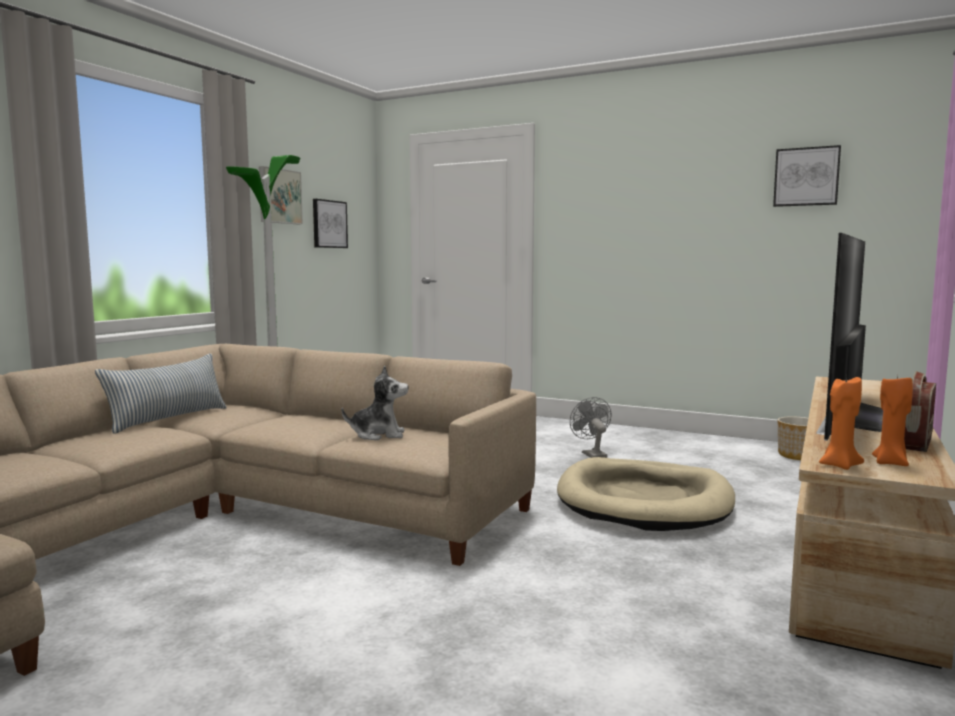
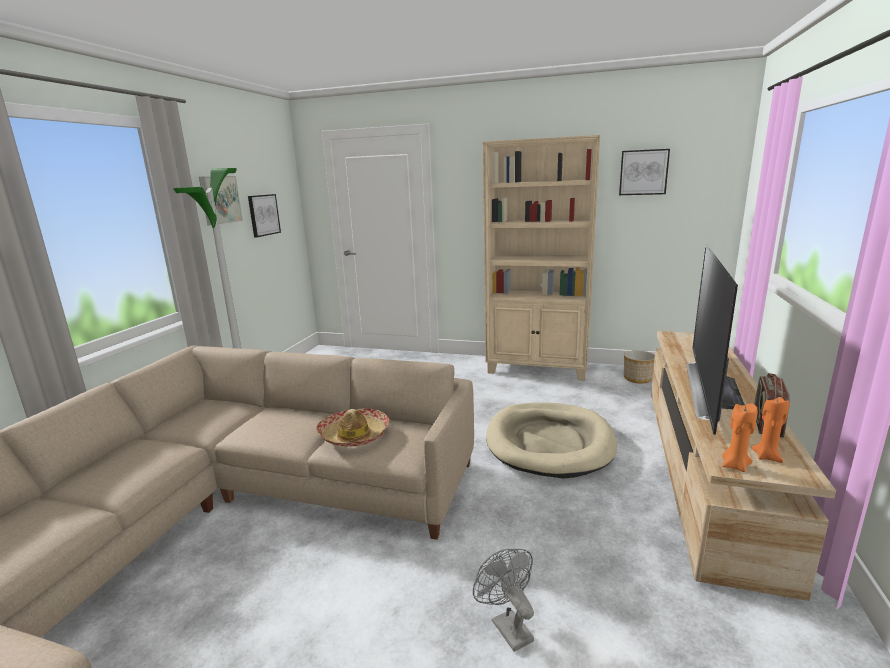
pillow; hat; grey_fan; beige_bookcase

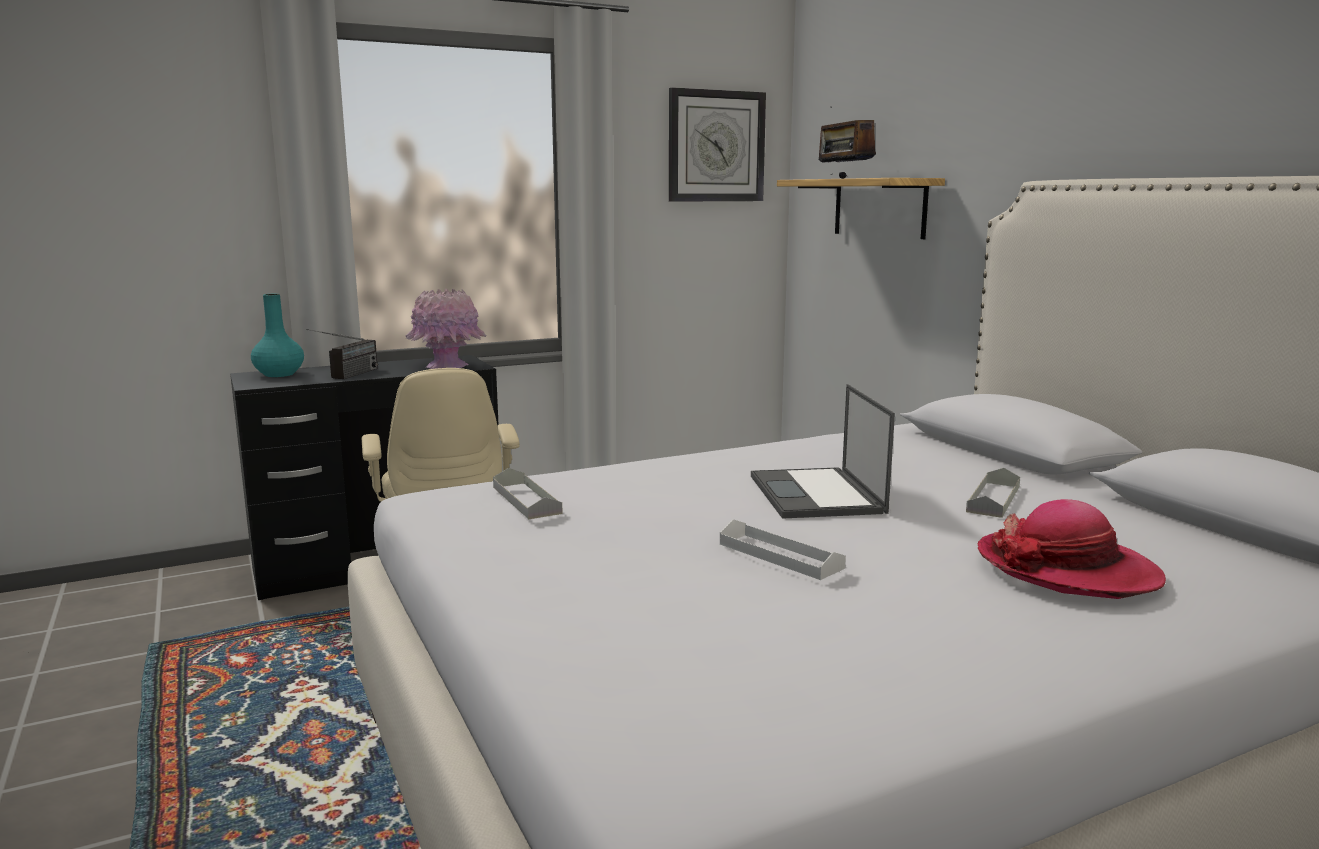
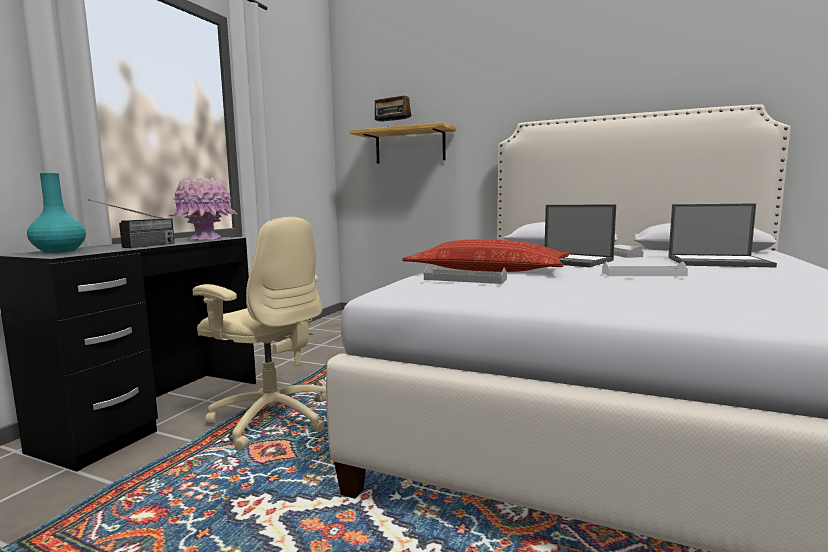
wall_clock; radio (1st from left); laptop (2nd from left); pillow

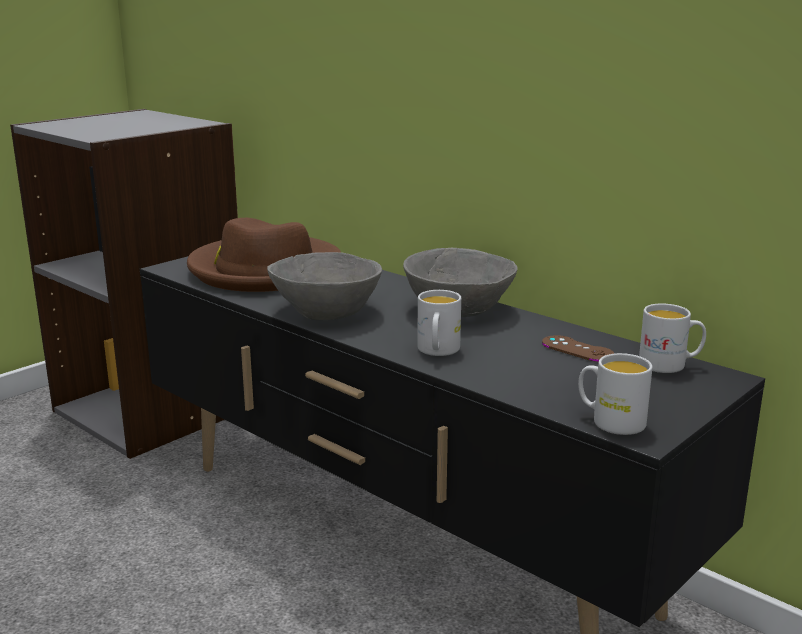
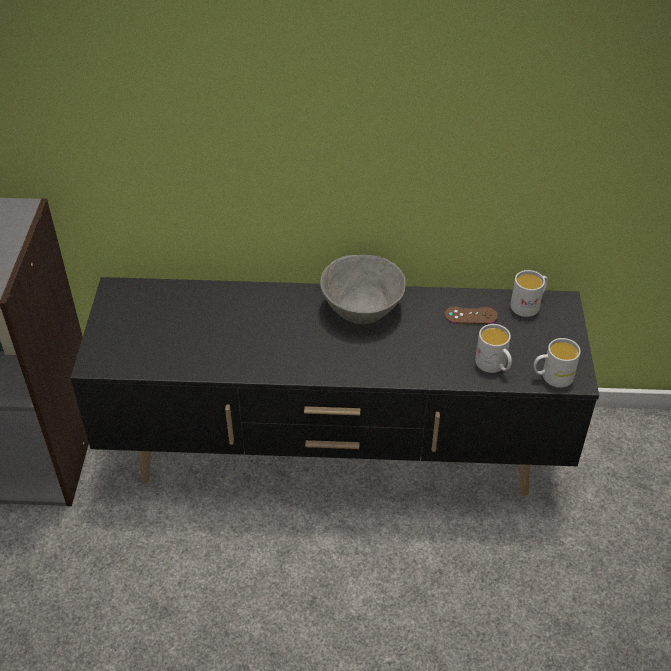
brown_hat; grey_bowl (1st from left in the first image); white_mug (1st from left)

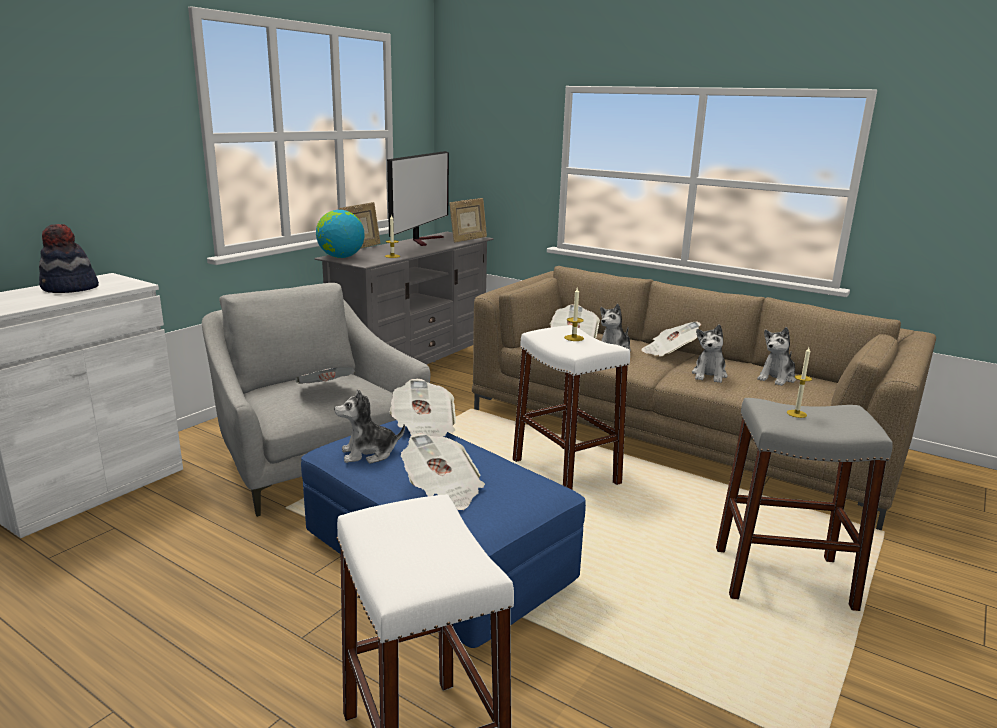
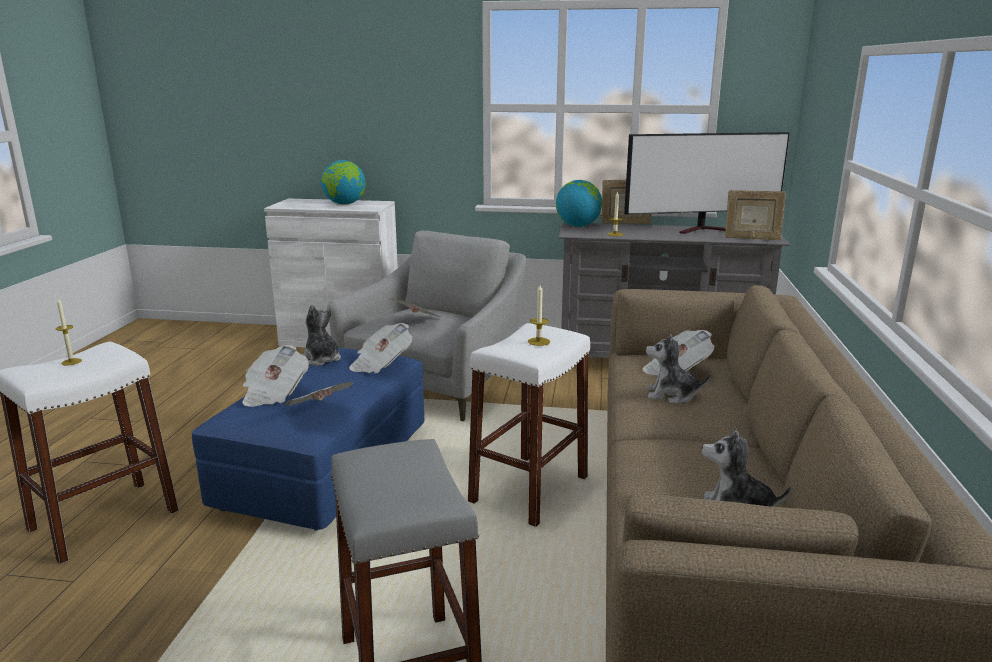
globe (1st from left); newspaper (2nd from left); plush_toy (3rd from left in the first image); candle (1st from left)

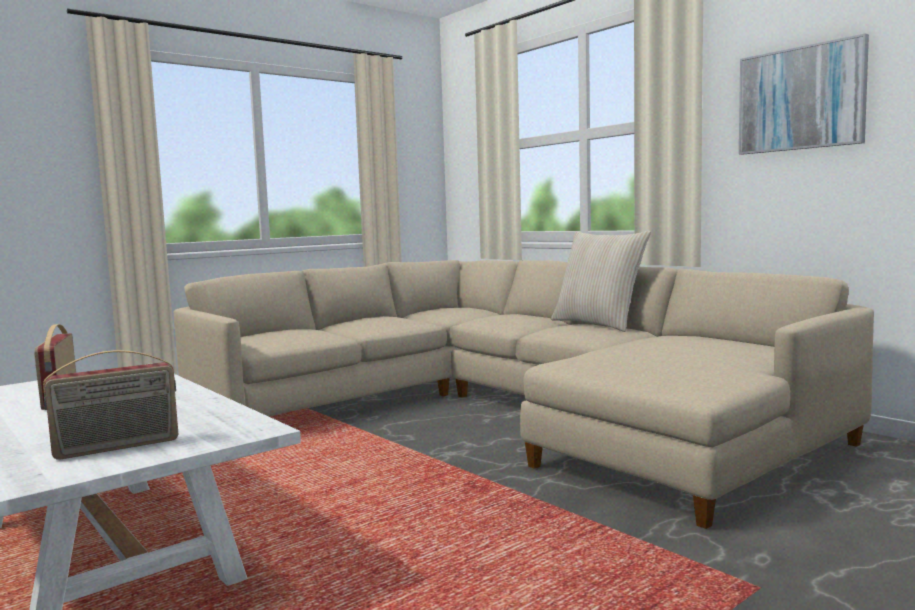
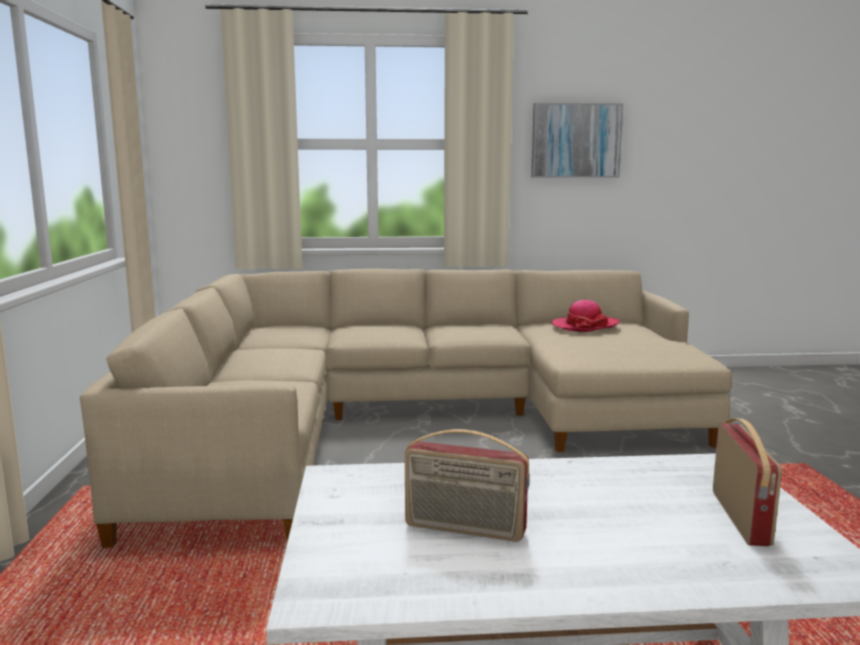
beige_pillow; hat

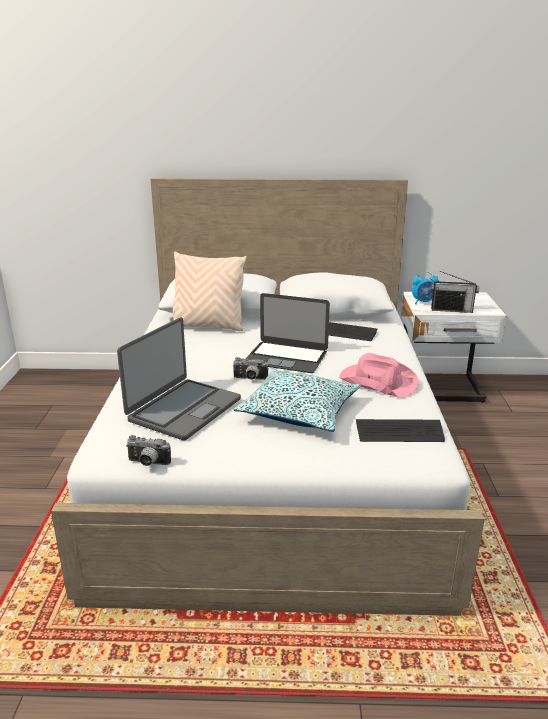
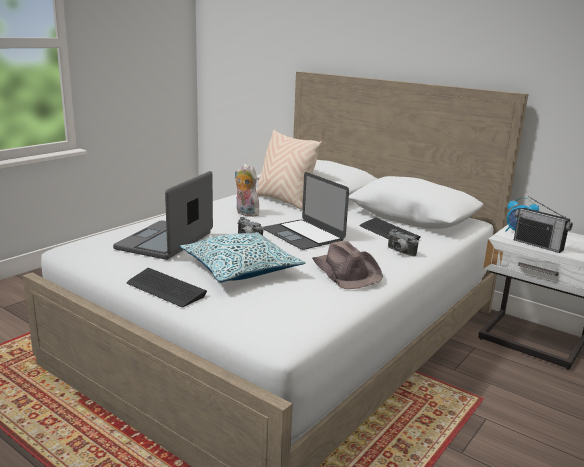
laptop (1st from left); brown_hat; keyboard (1st from left); photo_camera (2nd from left); plush_toy

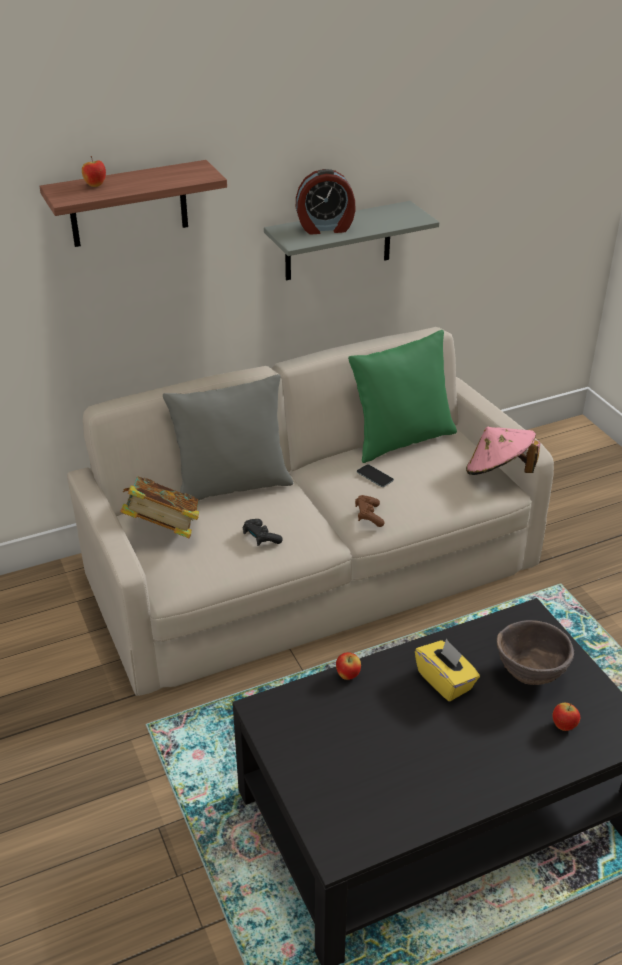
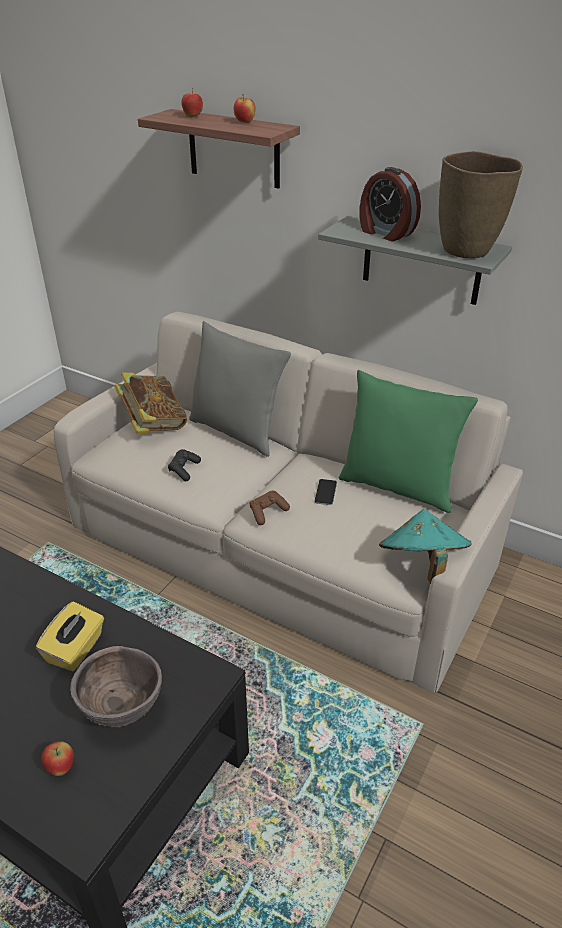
turquoise_hat; apple (3rd from left); brown_vase

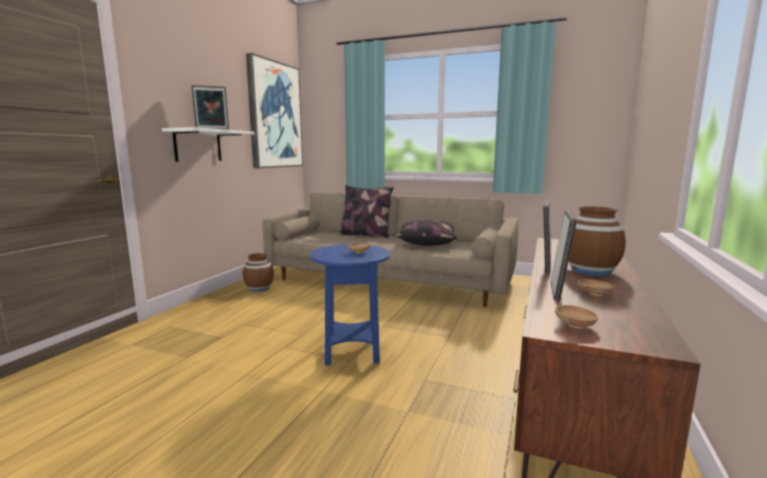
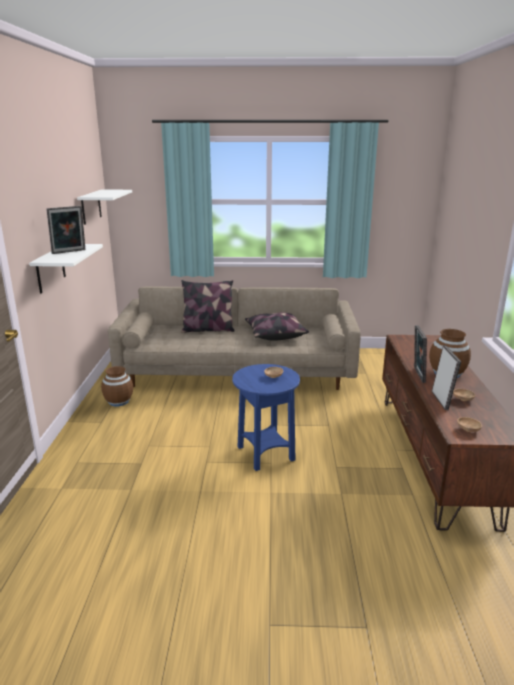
white_shelf (2nd from left)

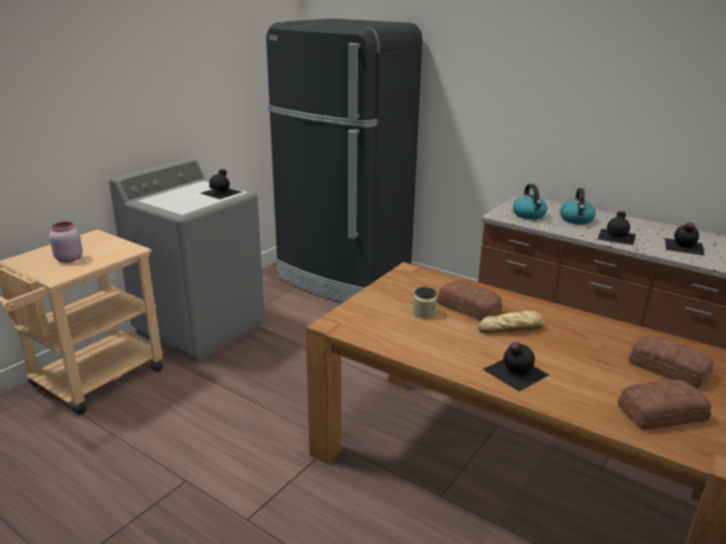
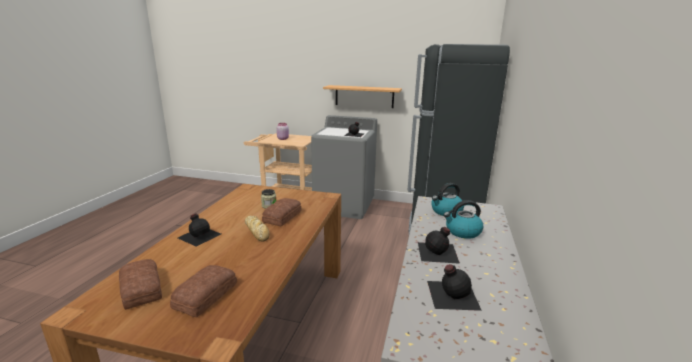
shelf

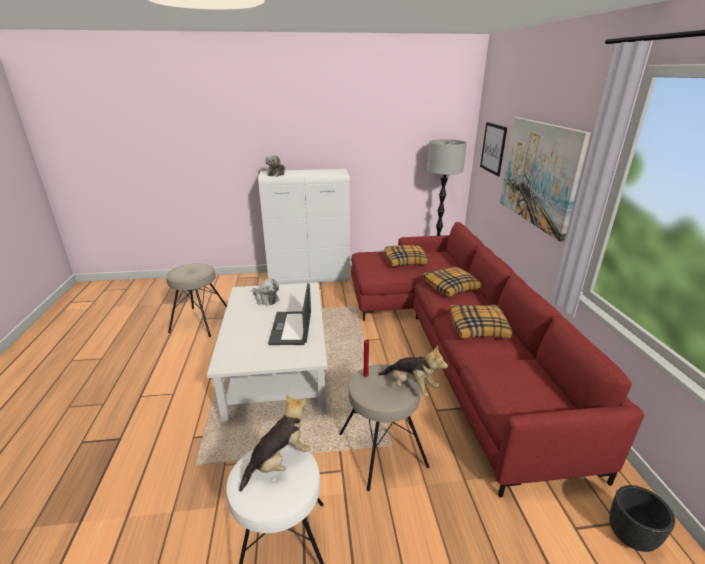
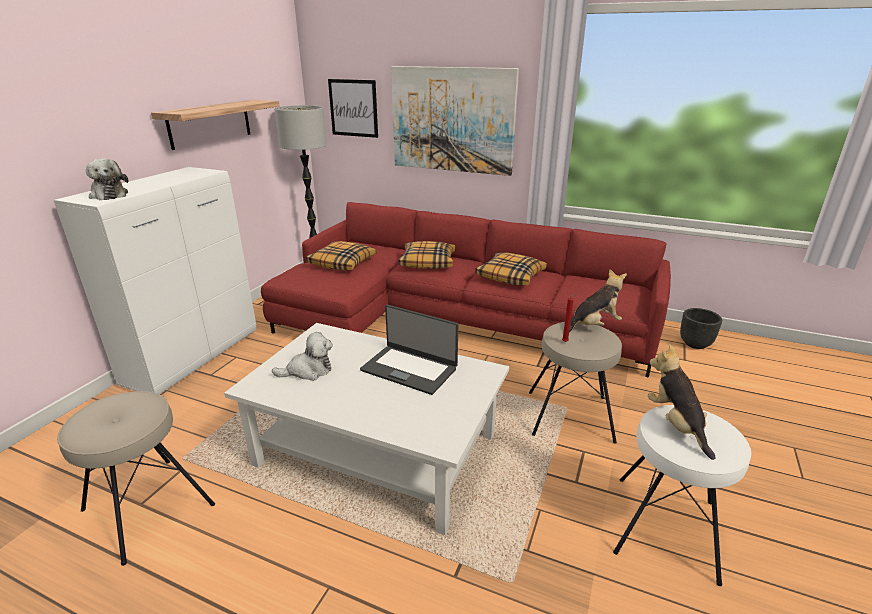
shelf

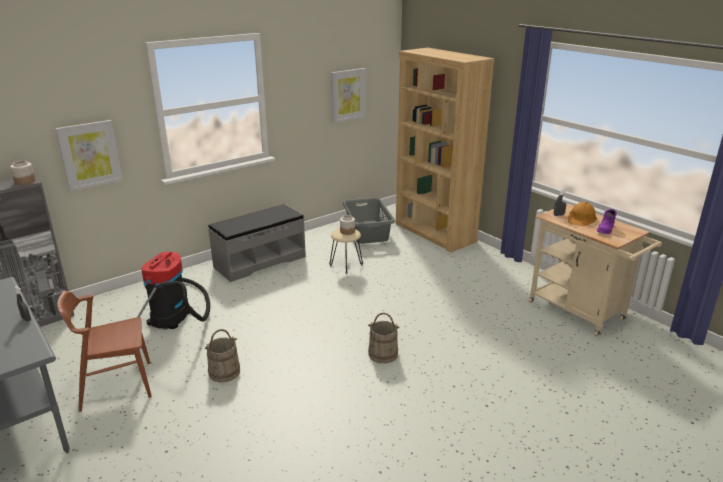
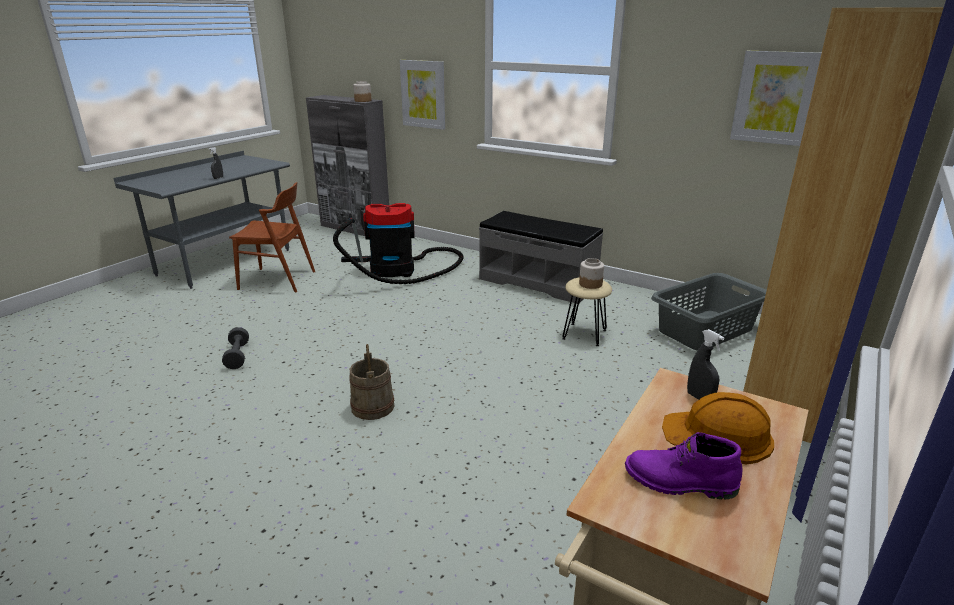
brown_chair; beige_bucket (1st from left in the first image); grey_dumbbell

